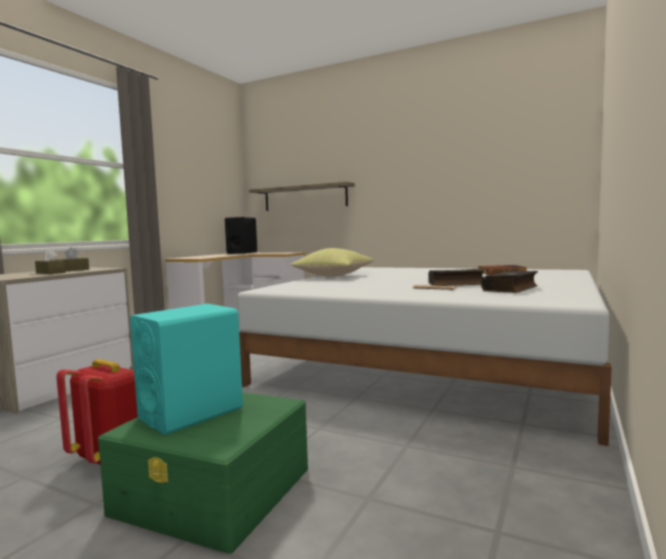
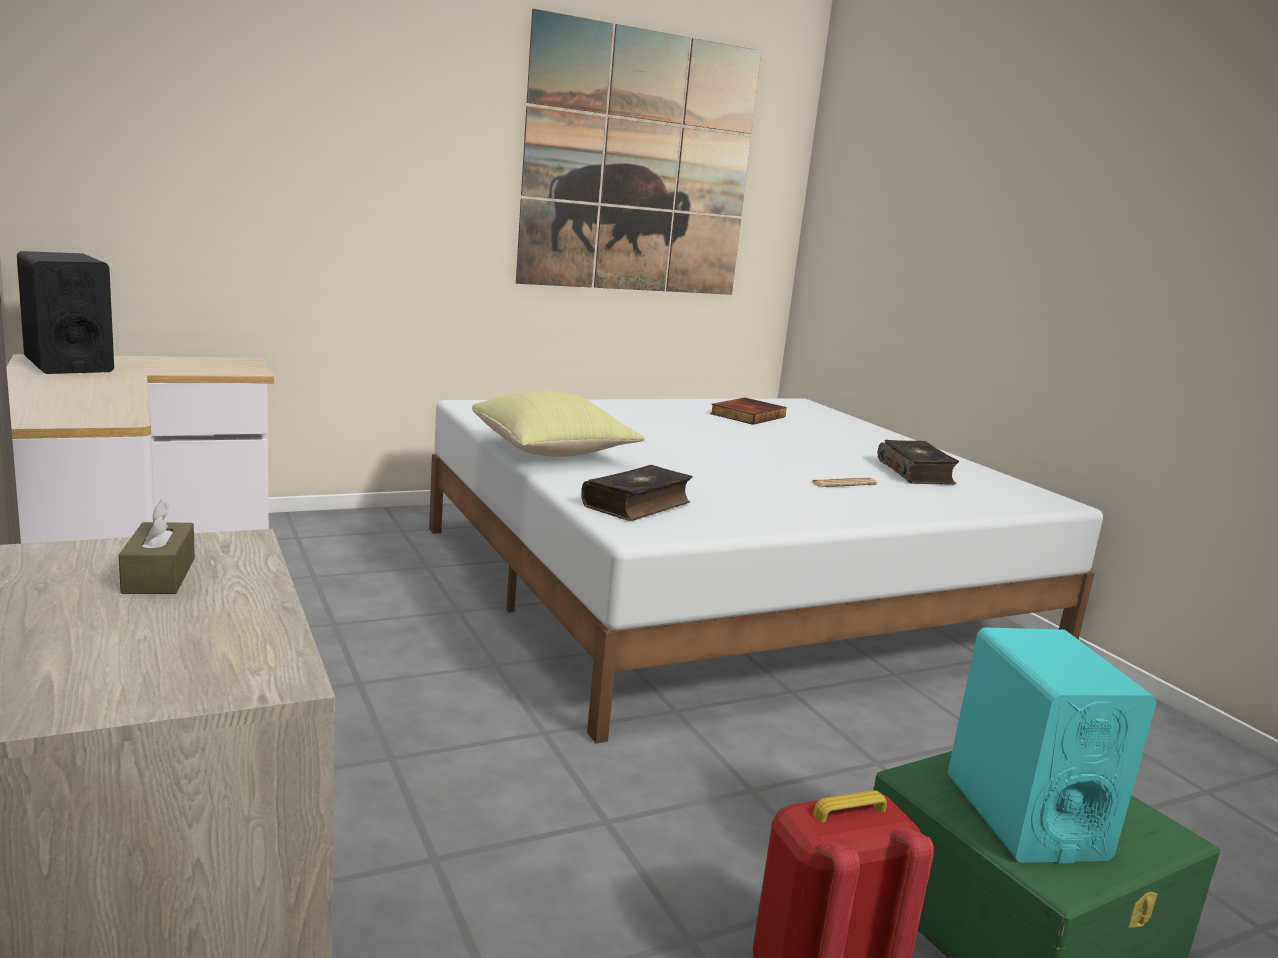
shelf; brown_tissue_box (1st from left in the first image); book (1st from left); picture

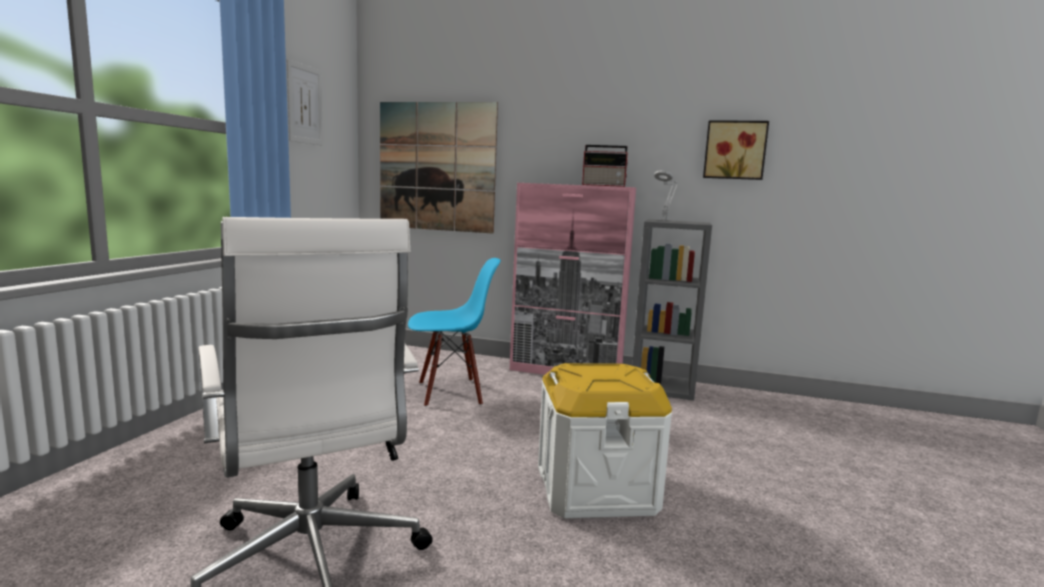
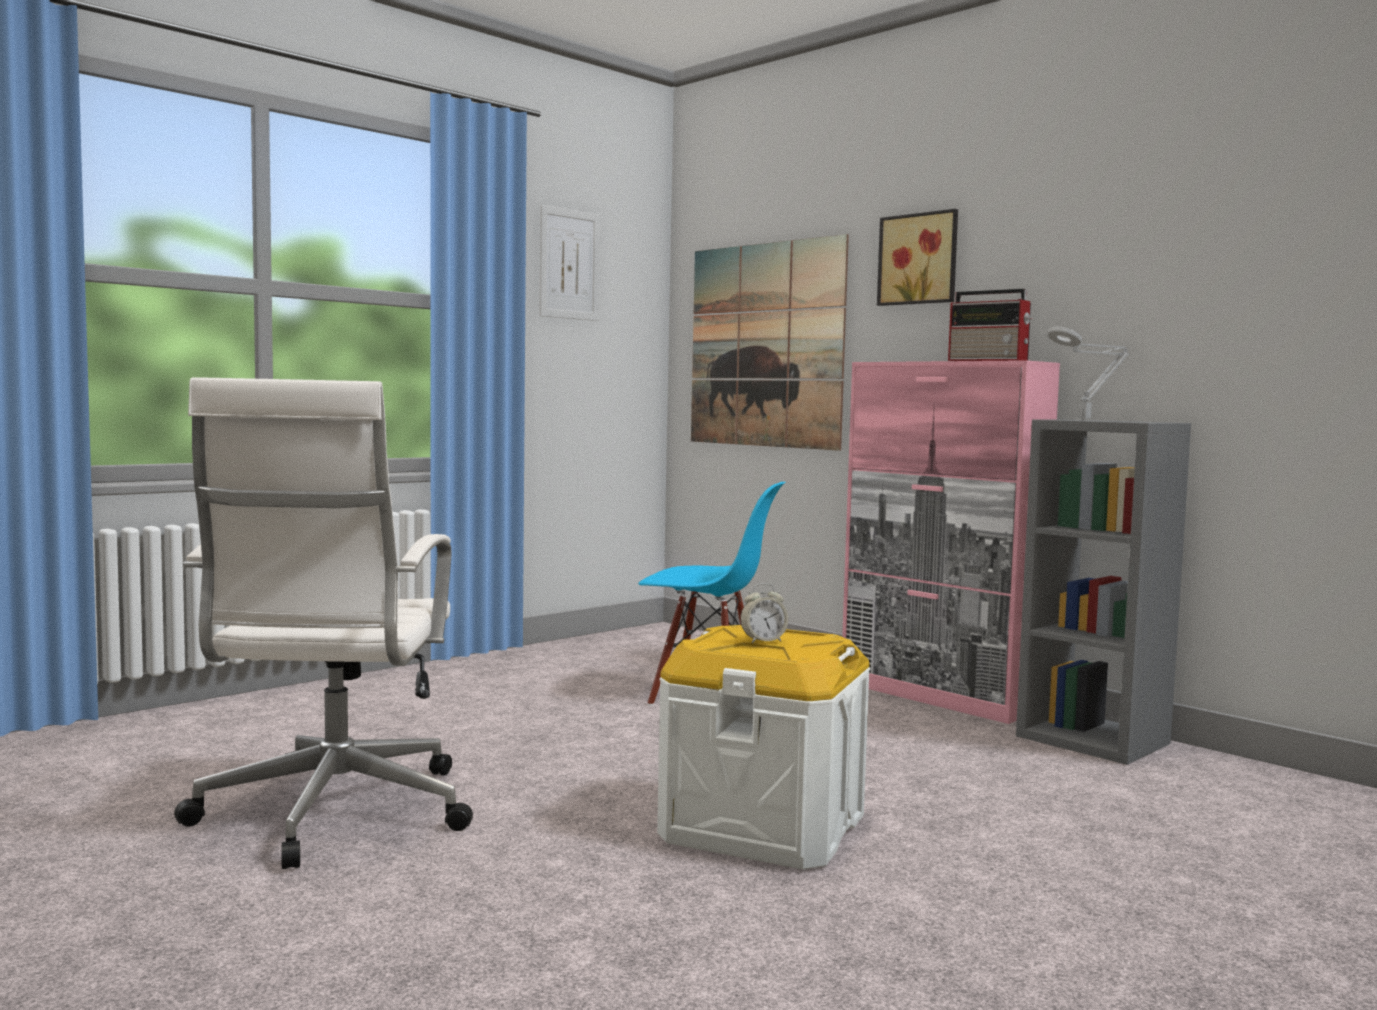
picture (3rd from left); alarm_clock

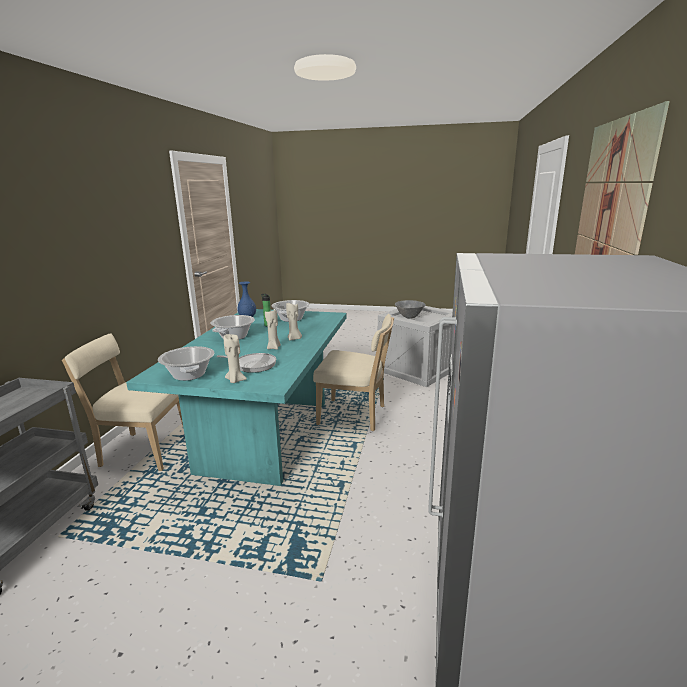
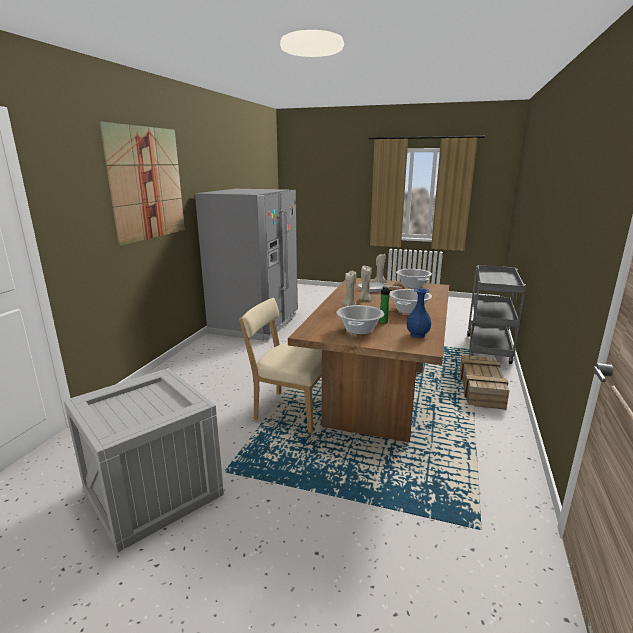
grey_bowl; brown_dining_table; crate (2nd from left)

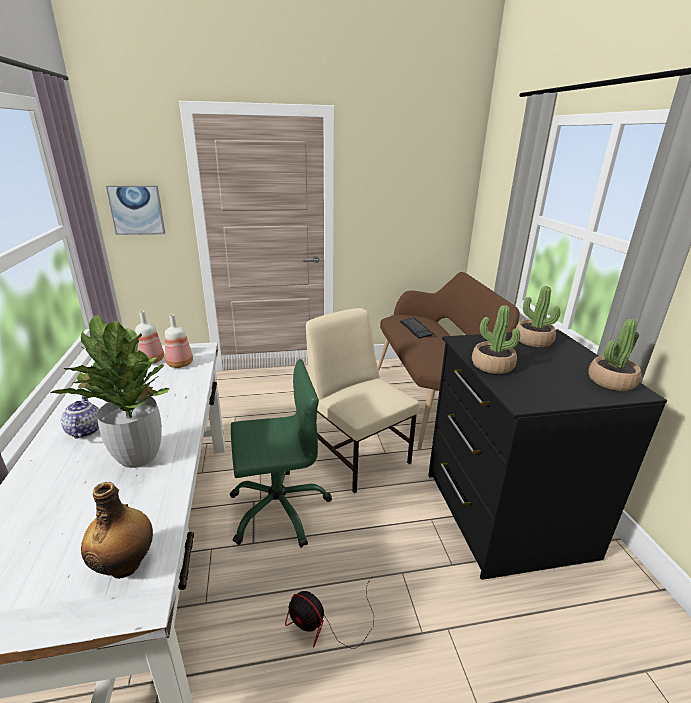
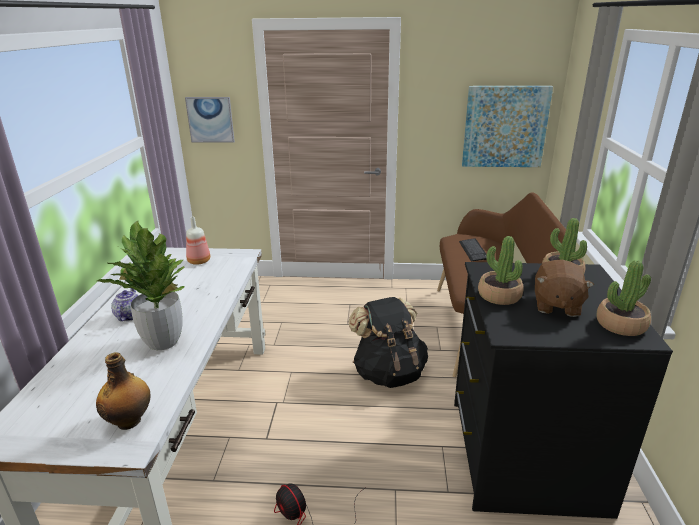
black_backpack; bottle (3rd from left in the first image); green_office_chair; picture (2nd from left); brown_plush_toy

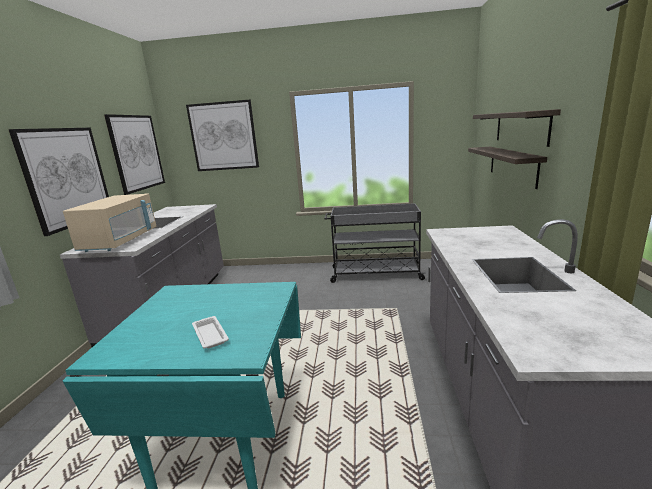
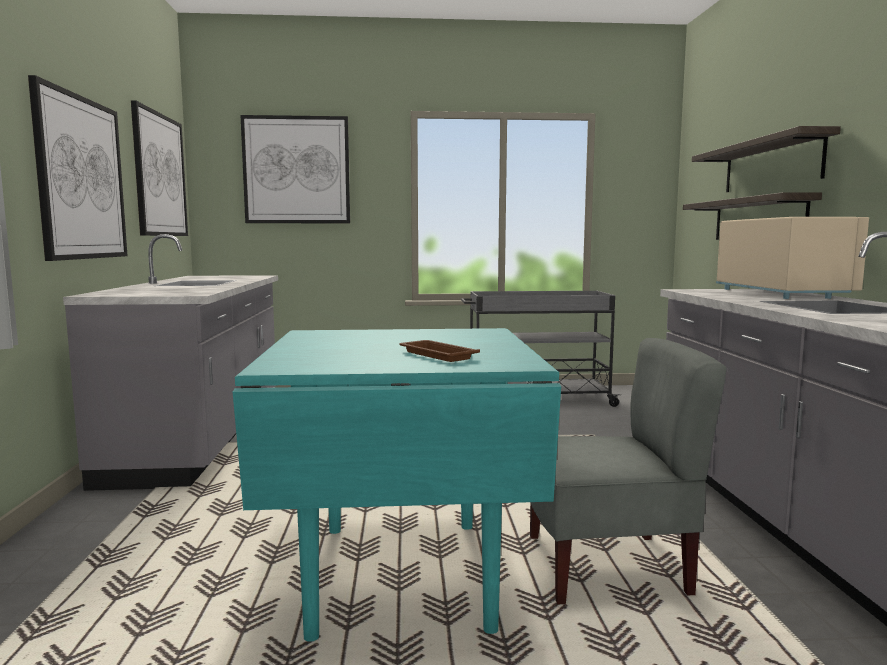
beige_microwave; brown_tray; grey_chair

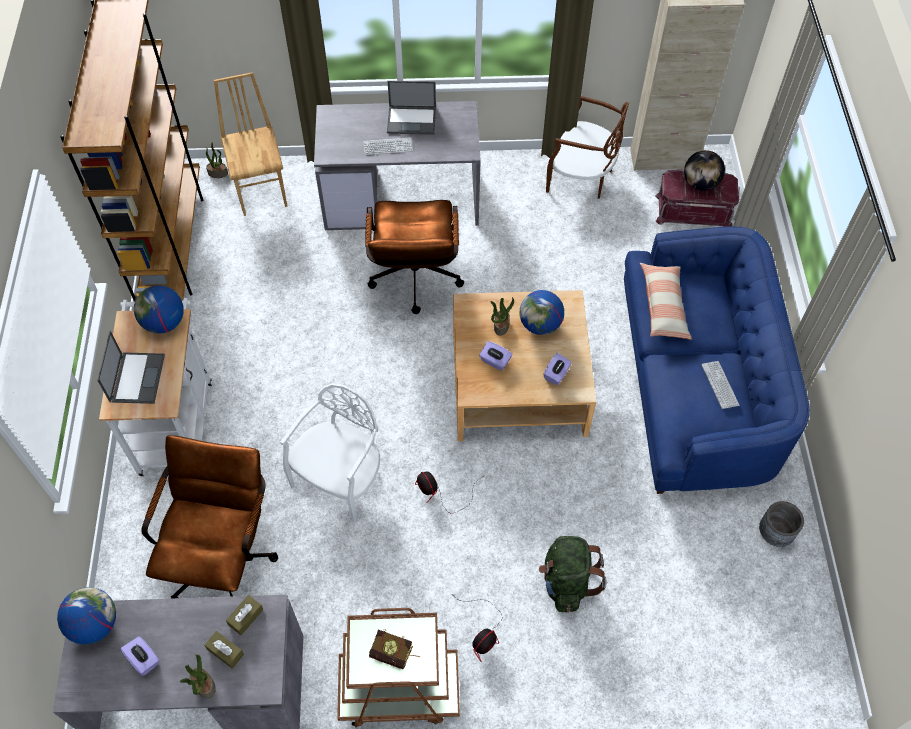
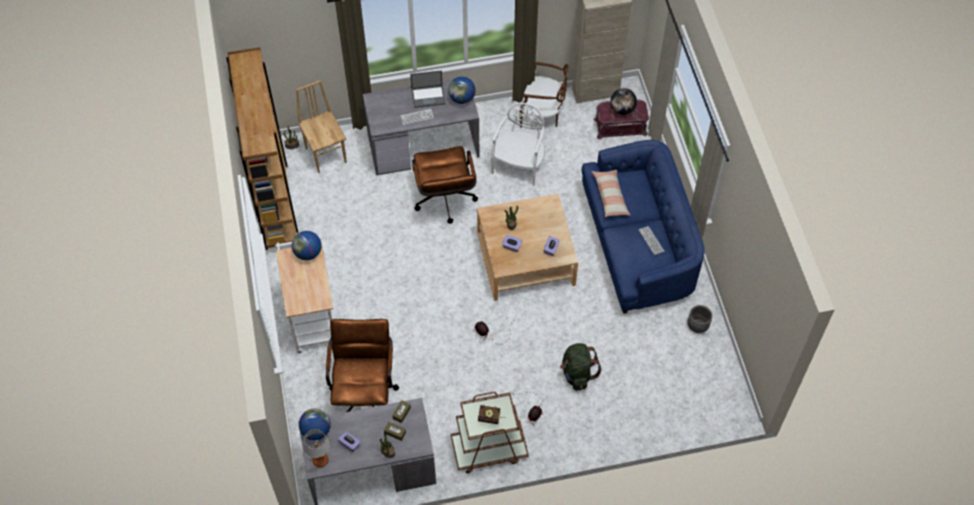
globe (3rd from left); laptop (1st from left in the first image); white_chair; table_lamp

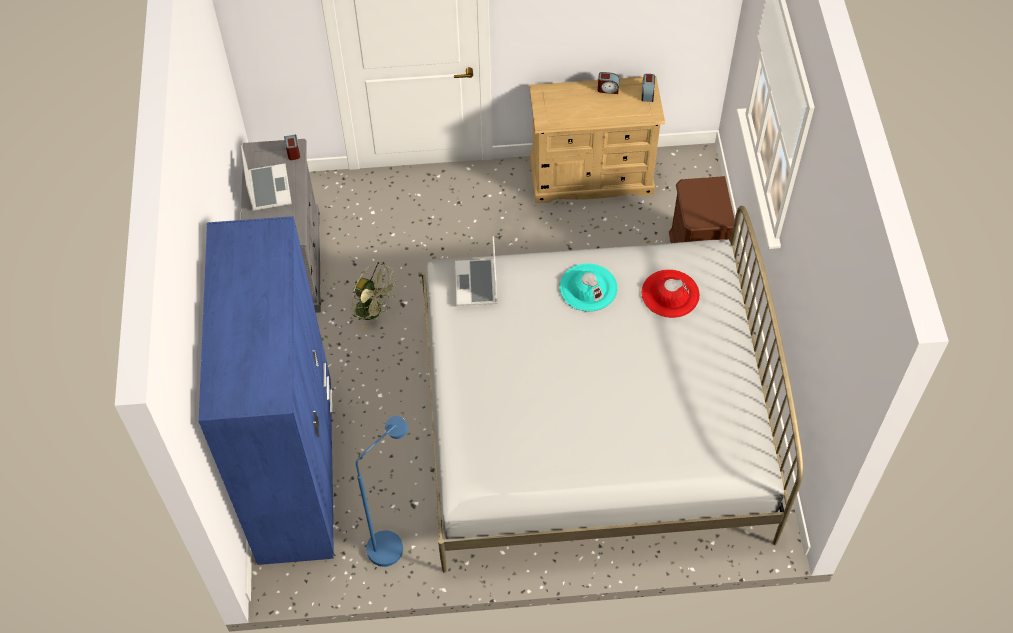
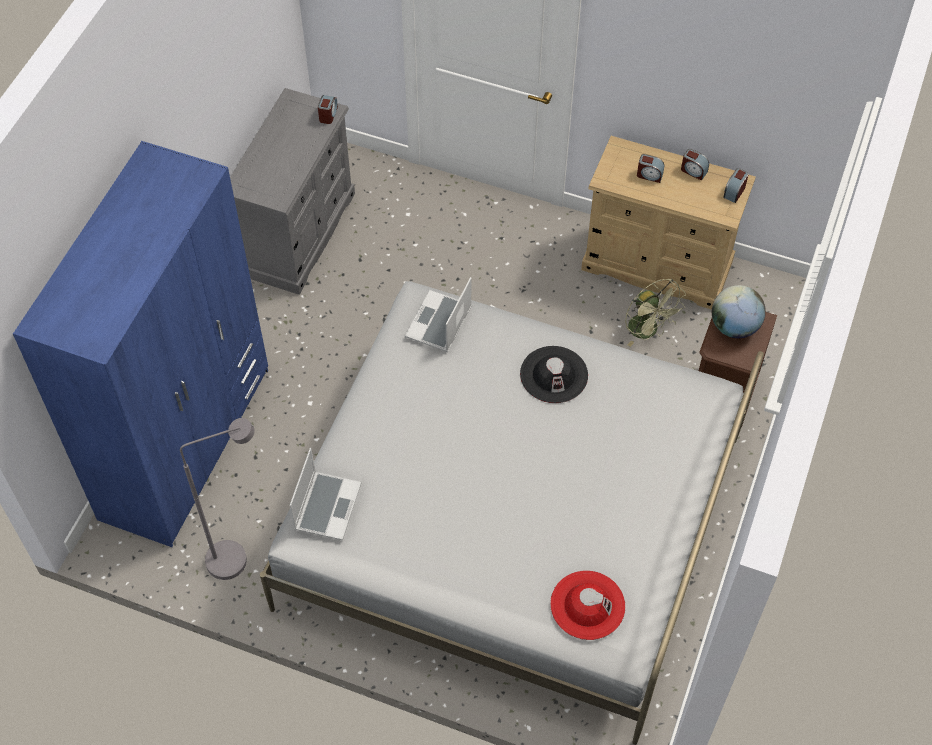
laptop (1st from left); green_fan; black_hat; red_hat; grey_floor_lamp; alarm_clock (2nd from left); globe

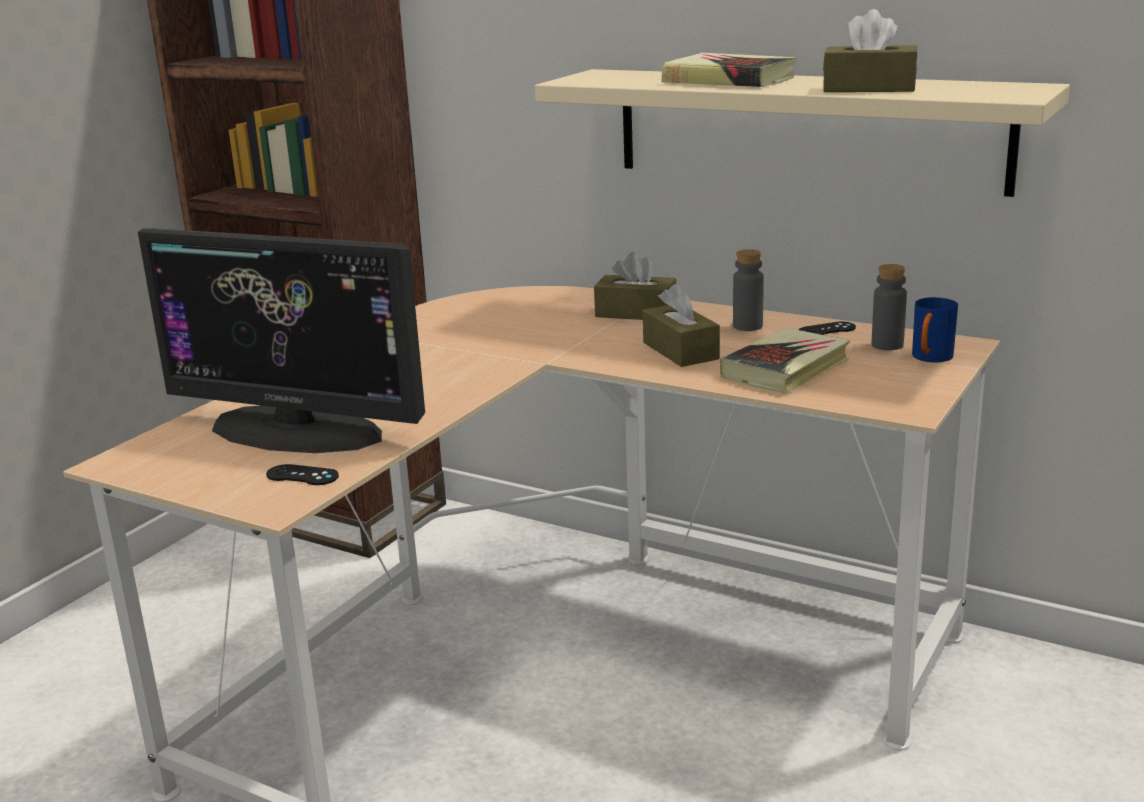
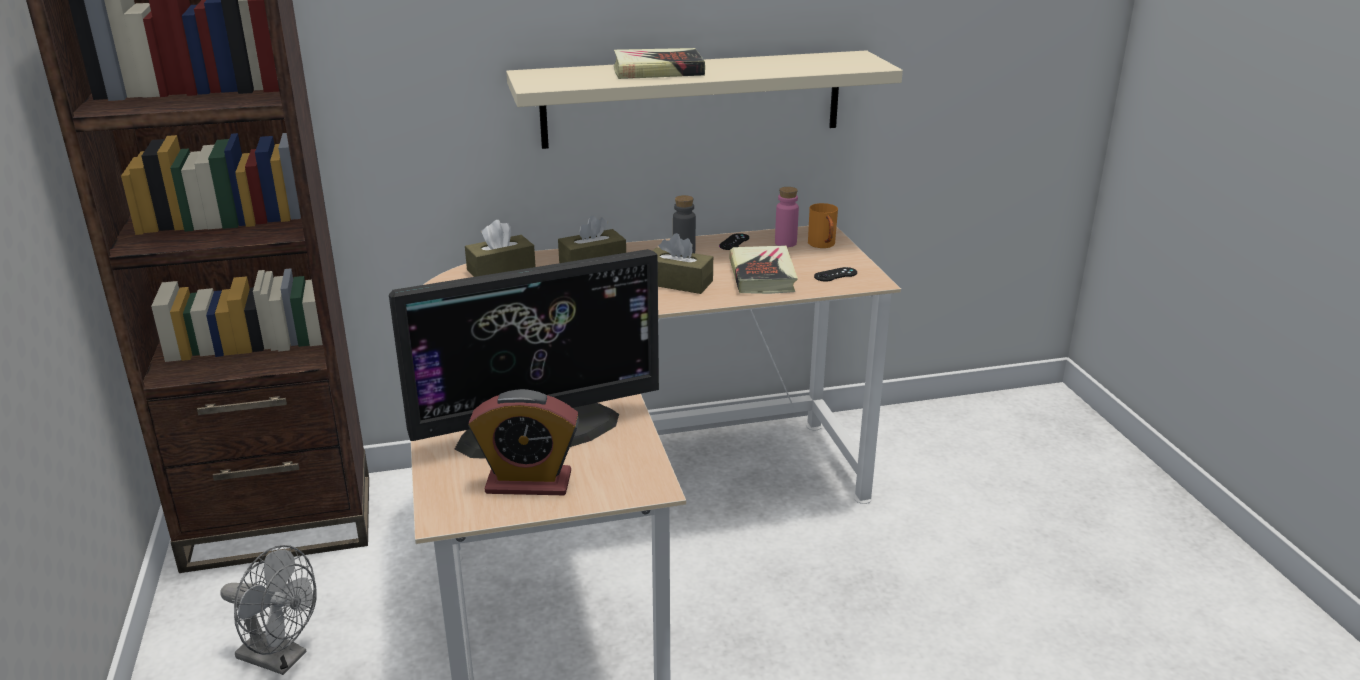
brown_tissue_box (1st from left); pink_bottle; orange_mug; black_game_controller (2nd from left); alarm_clock; grey_fan

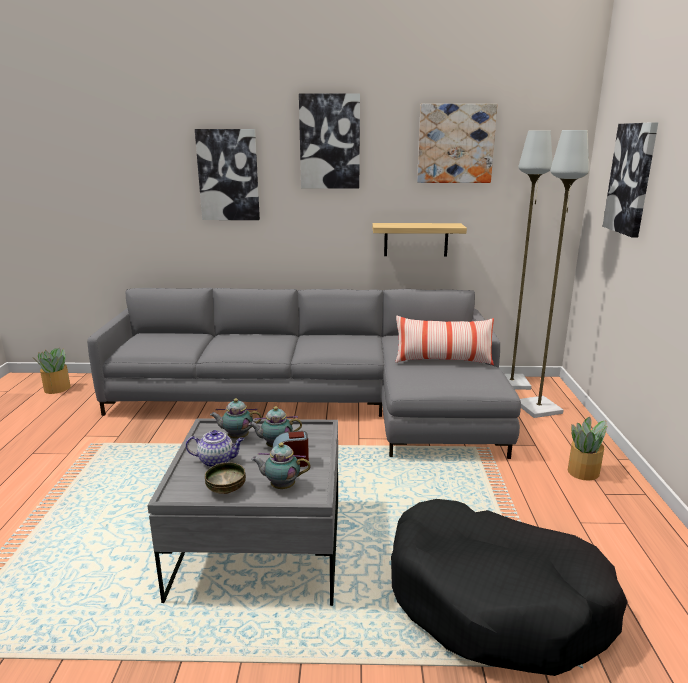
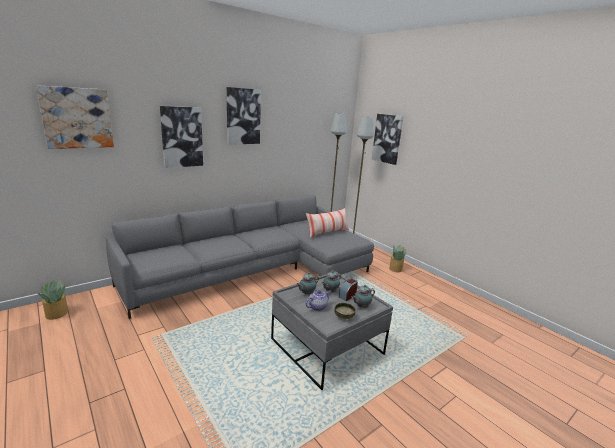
picture (1st from left); shelf; black_dog_bed

